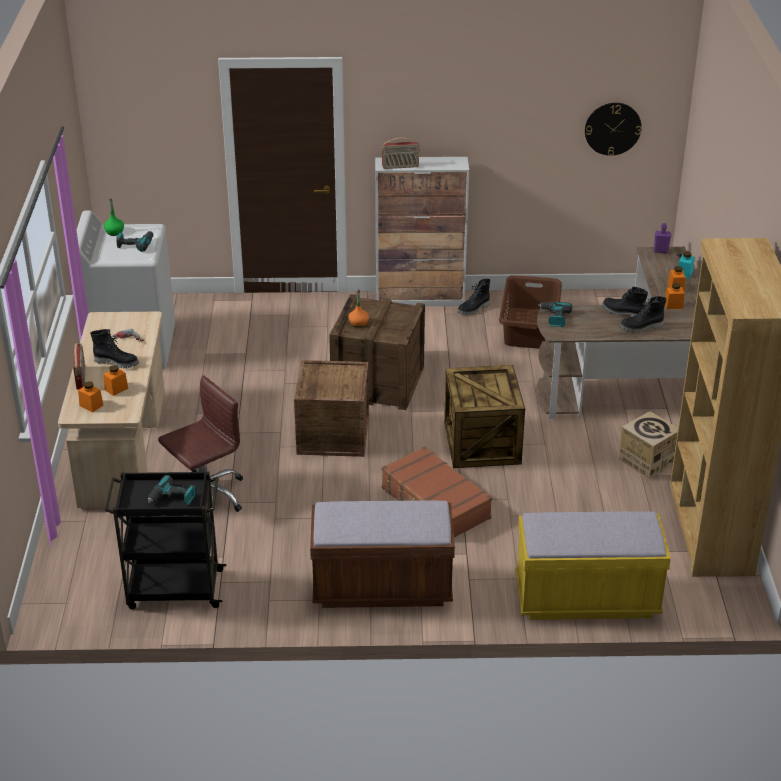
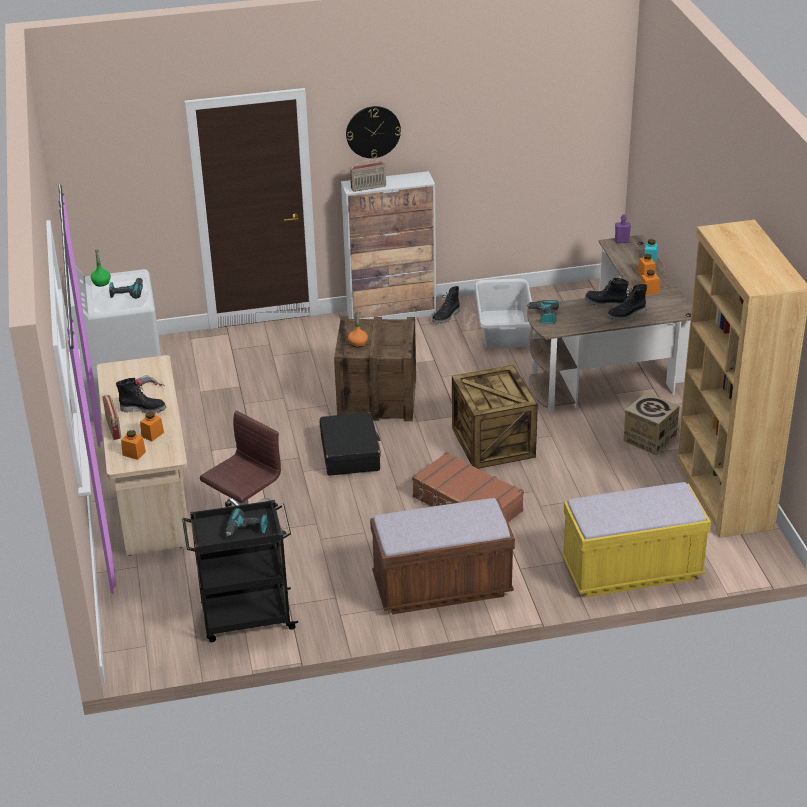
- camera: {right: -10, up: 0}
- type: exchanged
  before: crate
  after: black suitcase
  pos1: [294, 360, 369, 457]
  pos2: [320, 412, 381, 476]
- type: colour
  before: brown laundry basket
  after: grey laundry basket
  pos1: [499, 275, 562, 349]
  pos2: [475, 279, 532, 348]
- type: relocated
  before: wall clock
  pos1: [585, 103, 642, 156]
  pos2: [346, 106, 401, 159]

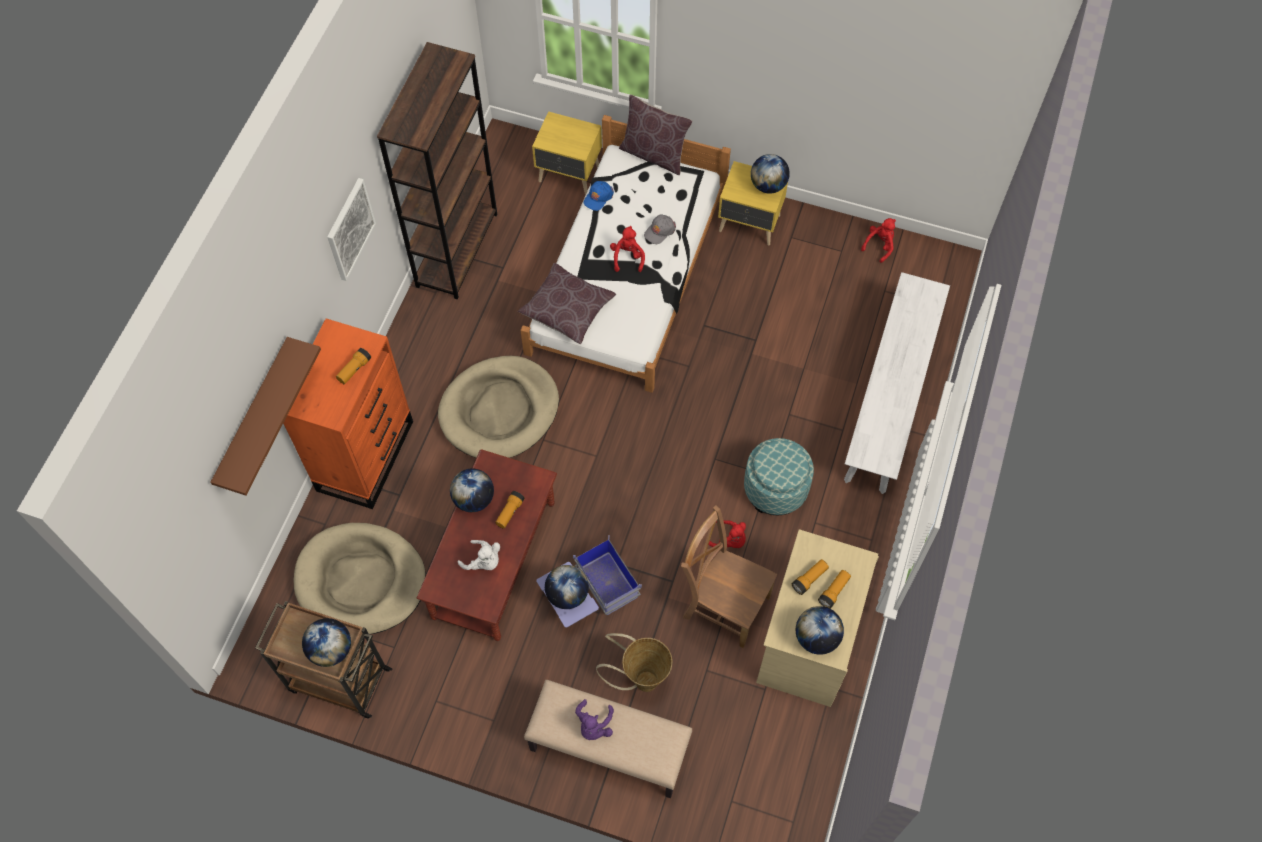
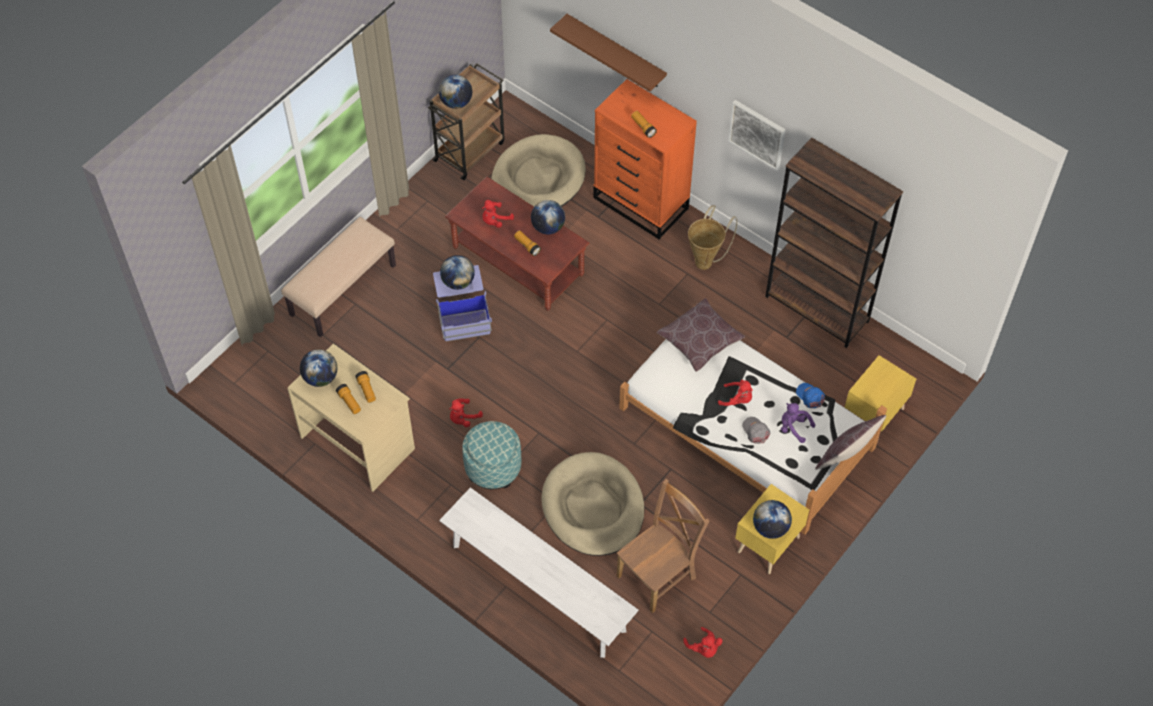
- camera: {right: 110, up: -5}
- type: relocated
  before: beige dog bed
  pos1: [438, 356, 559, 458]
  pos2: [542, 452, 644, 556]
- type: colour
  before: white plush toy
  after: red plush toy
  pos1: [458, 540, 500, 570]
  pos2: [482, 200, 514, 228]
- type: relocated
  before: purple plush toy
  pos1: [575, 699, 614, 740]
  pos2: [781, 403, 815, 443]
- type: relocated
  before: basket
  pos1: [596, 633, 672, 692]
  pos2: [688, 205, 737, 270]
- type: relocated
  before: brown chair
  pos1: [681, 505, 777, 648]
  pos2: [616, 479, 709, 613]

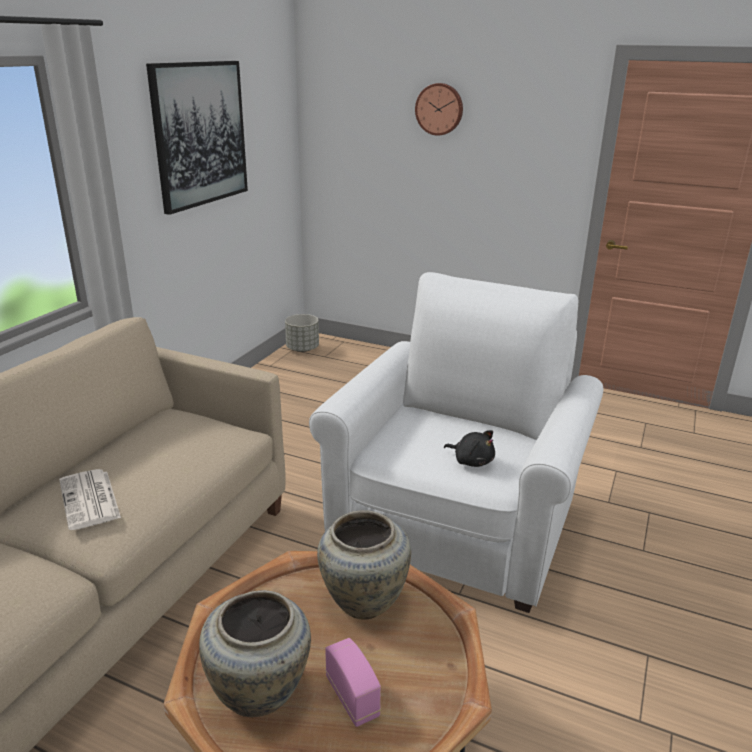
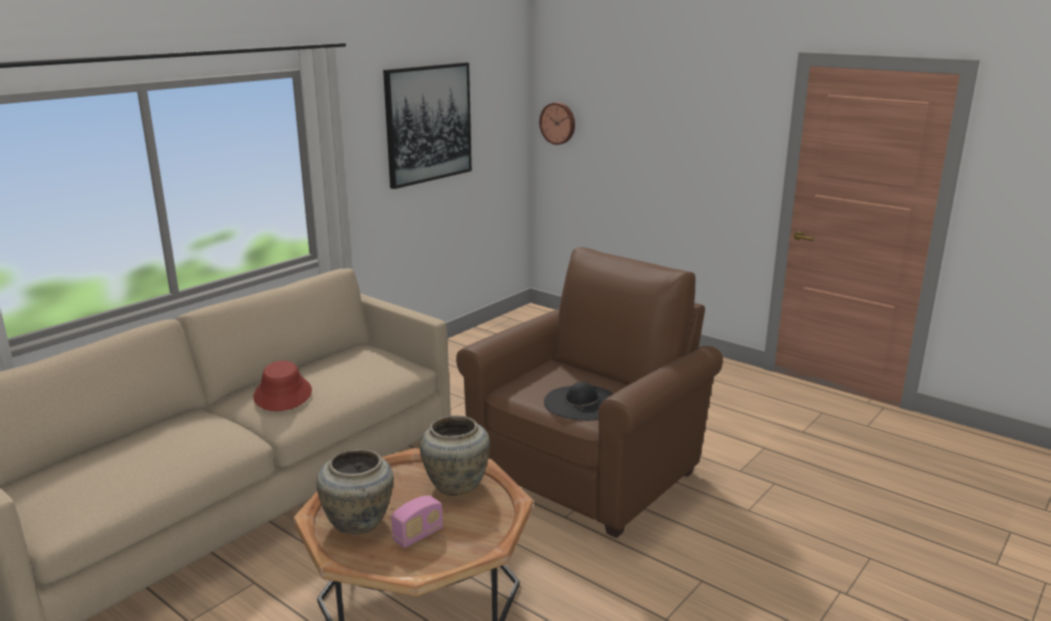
- camera: {right: 15, up: -5}
- type: exchanged
  before: newspaper
  after: red hat
  pos1: [59, 469, 121, 530]
  pos2: [253, 360, 312, 411]
- type: missing
  before: grey planter
  pos1: [285, 314, 319, 352]
- type: colour
  before: white armchair
  after: brown armchair
  pos1: [309, 272, 603, 613]
  pos2: [456, 247, 723, 538]
- type: spun
  before: radio
  pos1: [325, 638, 381, 727]
  pos2: [391, 495, 443, 548]
  turn: 60
- type: relocated
  before: wall clock
  pos1: [415, 83, 463, 136]
  pos2: [539, 102, 575, 145]
- type: exchanged
  before: black plush toy
  after: black hat
  pos1: [444, 430, 495, 467]
  pos2: [544, 382, 613, 421]

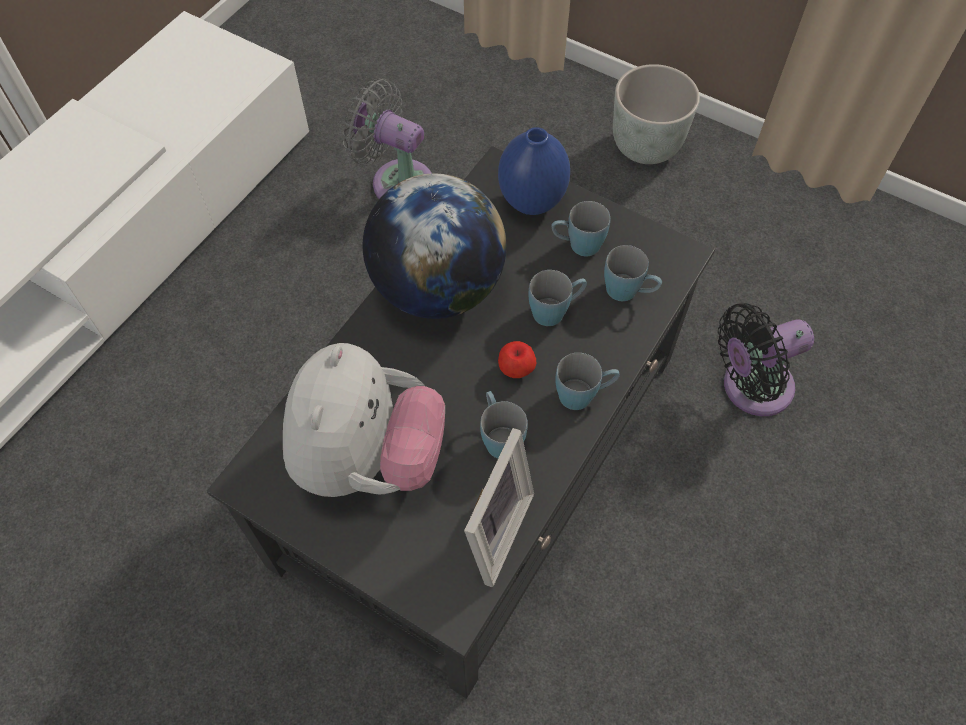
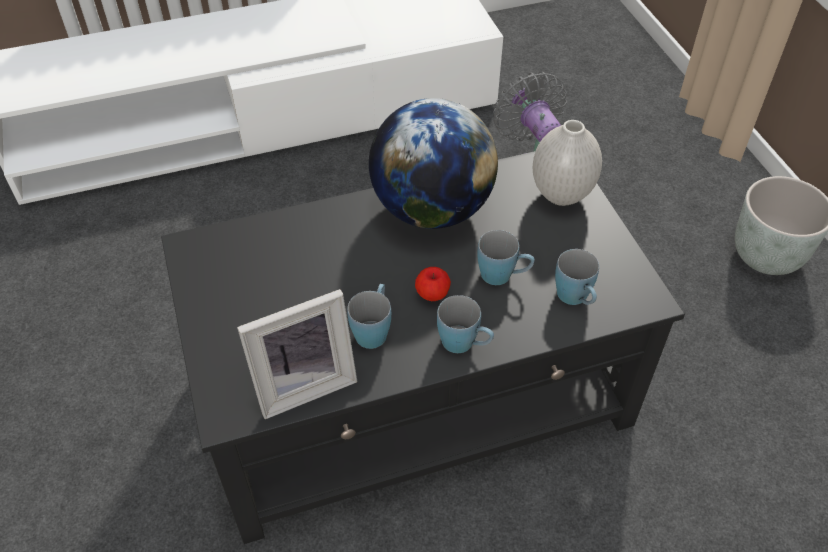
- camera: {right: 40, up: -10}
- type: missing
  before: plush toy
  pos1: [283, 343, 445, 497]
- type: colour
  before: blue vase
  after: white vase
  pos1: [498, 127, 570, 215]
  pos2: [533, 120, 602, 206]
- type: missing
  before: blue mug
  pos1: [551, 201, 610, 256]
- type: missing
  before: black fan
  pos1: [718, 303, 814, 416]

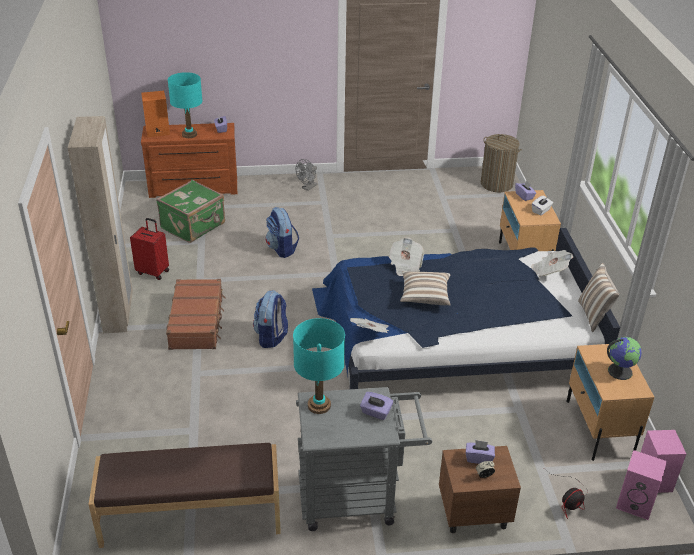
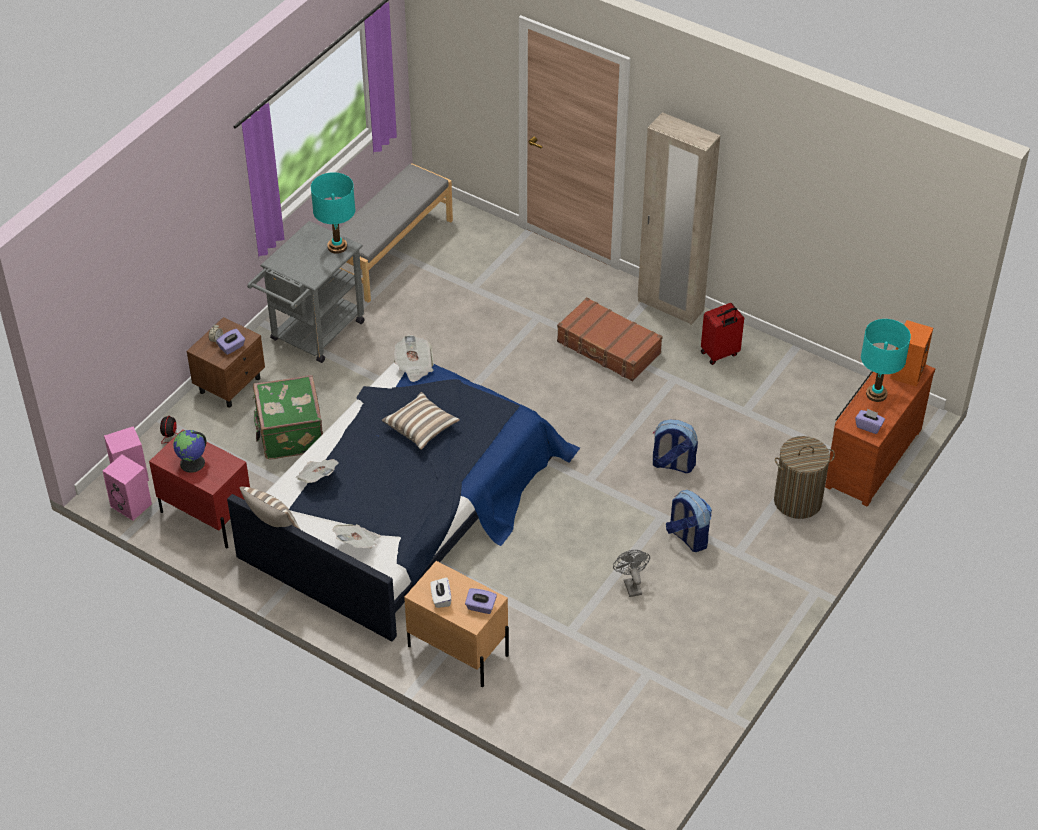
- camera: {right: 130, up: 10}
- type: colour
  before: brown bench
  after: grey bench
  pos1: [89, 443, 281, 548]
  pos2: [332, 163, 453, 303]
- type: relocated
  before: green suitcase
  pos1: [156, 180, 225, 243]
  pos2: [252, 375, 323, 459]
- type: relocated
  before: backpack
  pos1: [253, 290, 288, 348]
  pos2: [666, 490, 712, 552]
- type: relocated
  before: grey fan
  pos1: [296, 159, 317, 191]
  pos2: [613, 550, 650, 597]
- type: missing
  before: purple tissue box
  pos1: [360, 392, 393, 420]
- type: relocated
  before: newspaper
  pos1: [388, 237, 424, 276]
  pos2: [295, 459, 339, 483]
- type: relocated
  before: laundry basket
  pos1: [481, 134, 522, 192]
  pos2: [774, 436, 835, 519]
- type: colour
  before: beige nightstand
  after: red nightstand
  pos1: [566, 344, 654, 461]
  pos2: [149, 429, 250, 548]

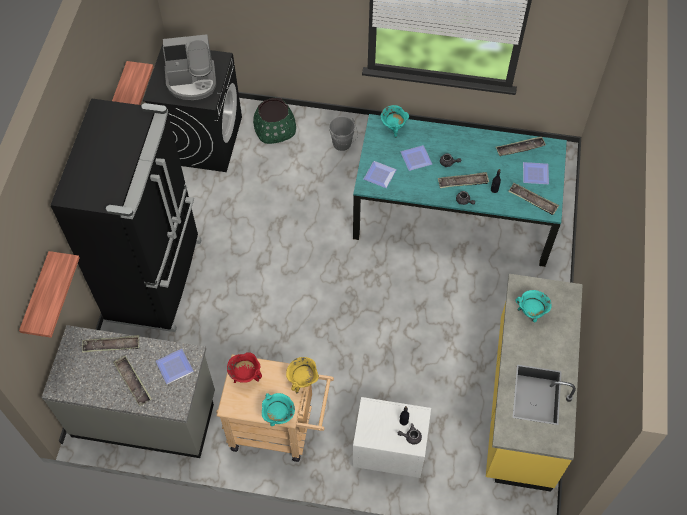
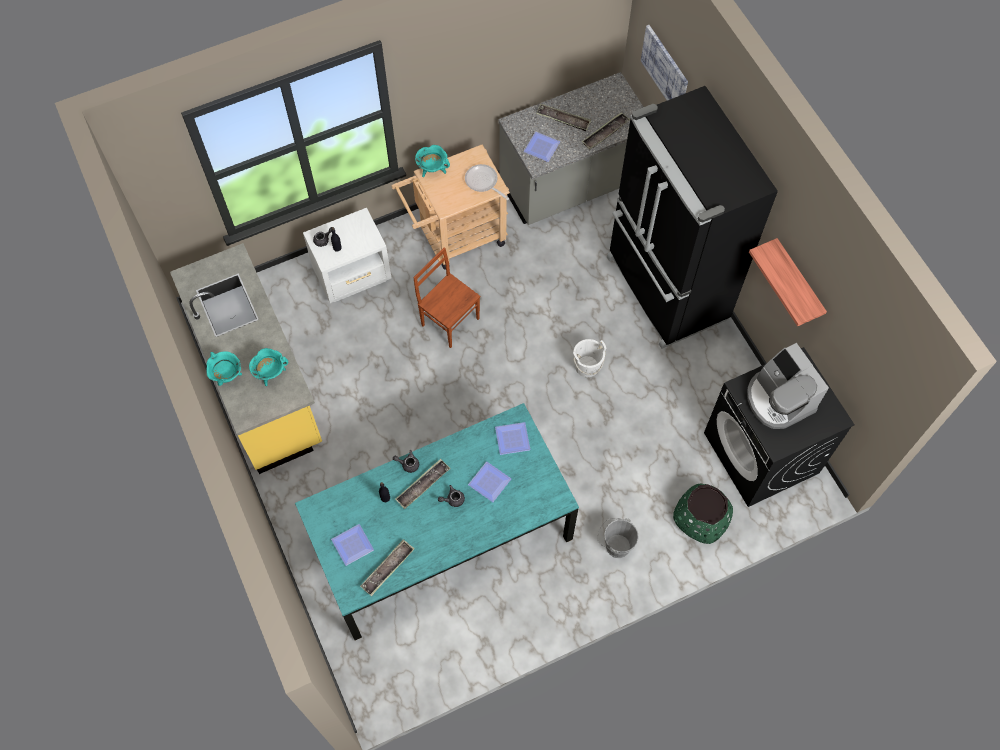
- camera: {right: 145, up: 5}
- type: exchanged
  before: shelf
  after: picture
  pos1: [19, 251, 80, 338]
  pos2: [641, 25, 688, 100]
- type: spun
  before: coffee machine
  pos1: [163, 34, 216, 100]
  pos2: [747, 343, 829, 429]
  turn: -75
- type: exchanged
  before: red cooking pot
  after: frying pan
  pos1: [227, 352, 262, 383]
  pos2: [465, 164, 509, 200]
- type: missing
  before: yellow cooking pot
  pos1: [286, 357, 319, 393]
- type: relocated
  before: turquoise cooking pot
  pos1: [381, 105, 409, 138]
  pos2: [206, 351, 242, 386]
- type: missing
  before: tray
  pos1: [508, 183, 559, 215]
- type: appeared
  after: brown chair
  pos2: [413, 247, 480, 348]
- type: appeared
  after: white bucket
  pos2: [573, 339, 606, 377]

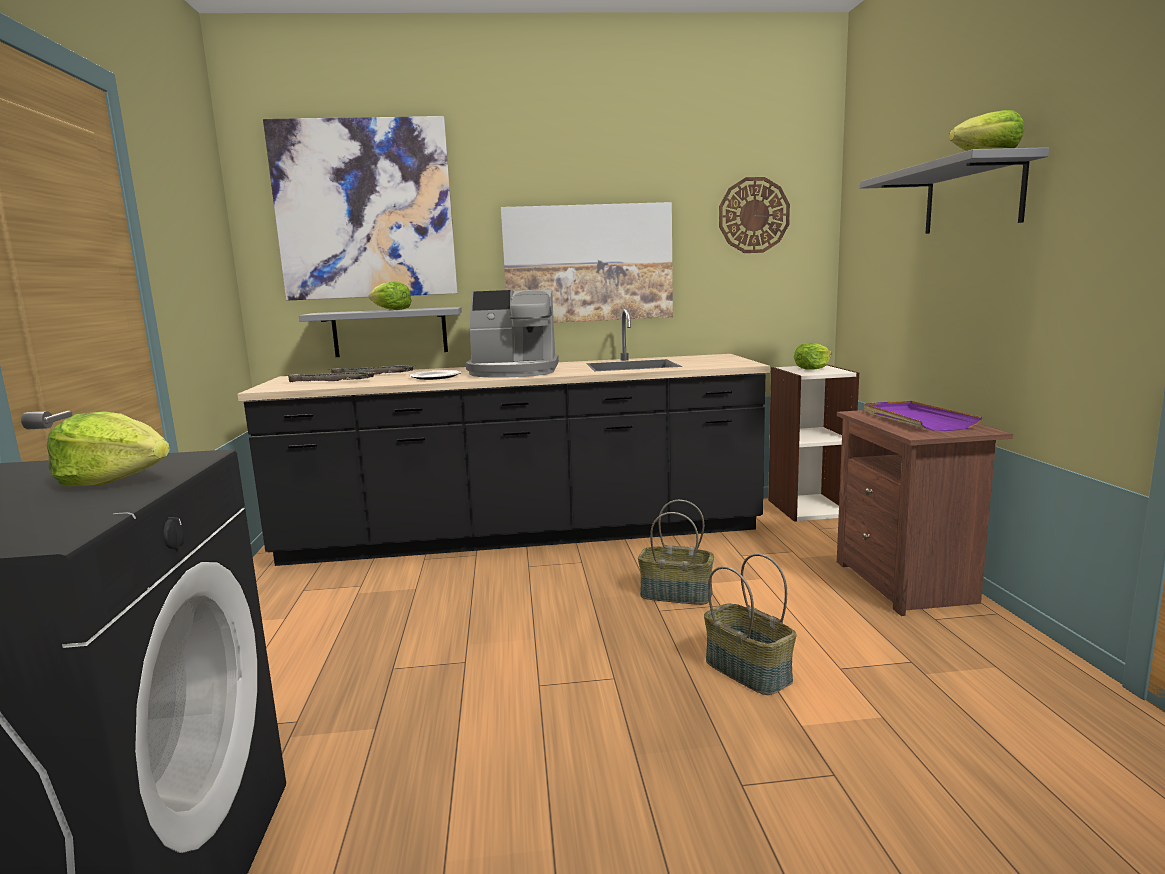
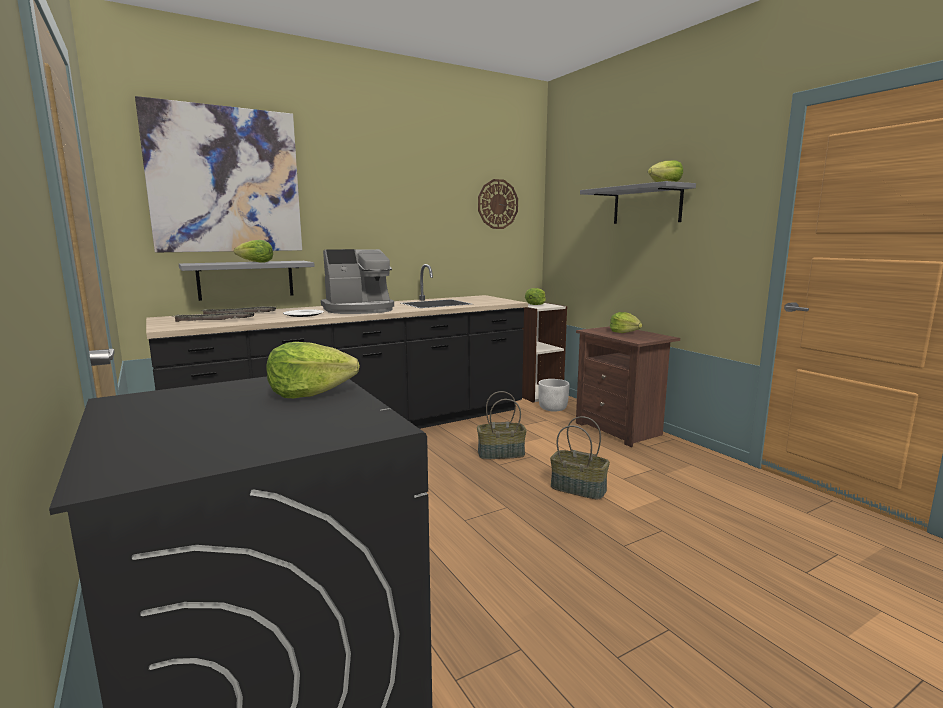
- camera: {right: -25, up: 0}
- type: missing
  before: picture
  pos1: [501, 202, 673, 323]
- type: exchanged
  before: purple tray
  after: lettuce
  pos1: [864, 401, 983, 431]
  pos2: [610, 312, 642, 333]
- type: appeared
  after: white planter
  pos2: [538, 379, 570, 411]

